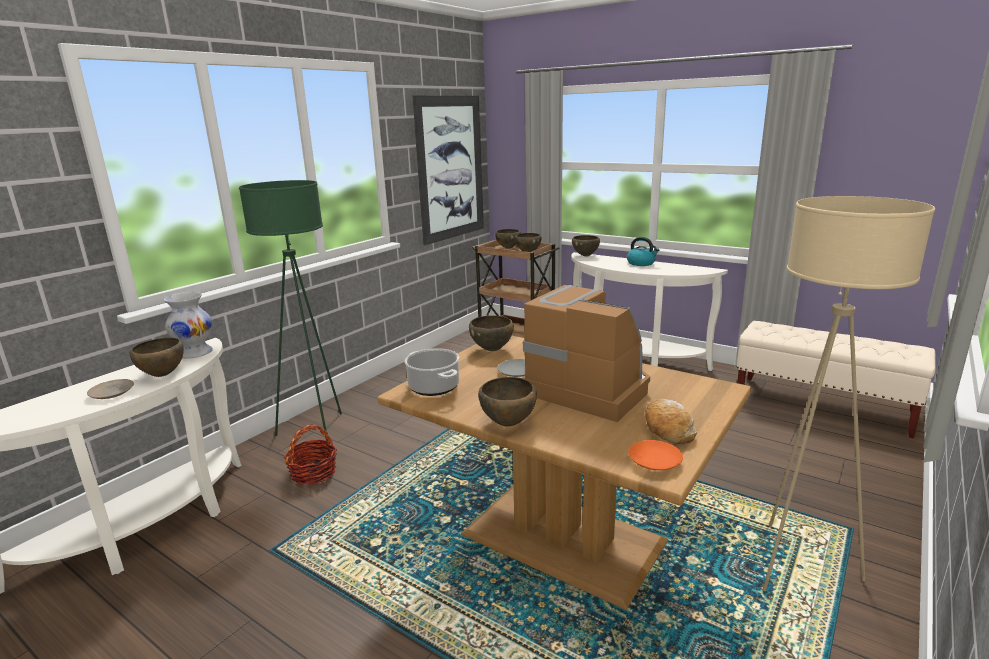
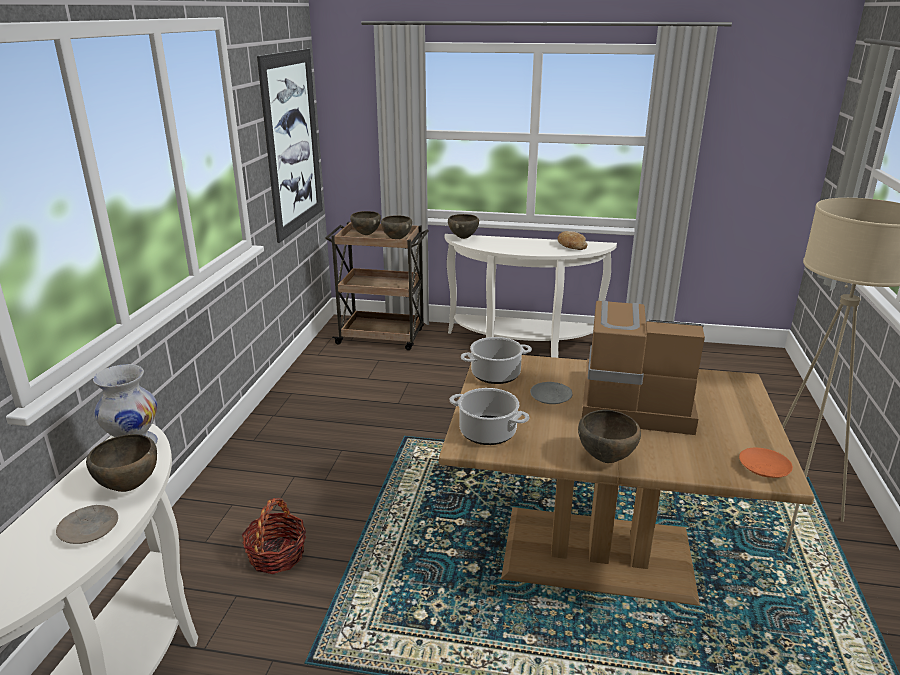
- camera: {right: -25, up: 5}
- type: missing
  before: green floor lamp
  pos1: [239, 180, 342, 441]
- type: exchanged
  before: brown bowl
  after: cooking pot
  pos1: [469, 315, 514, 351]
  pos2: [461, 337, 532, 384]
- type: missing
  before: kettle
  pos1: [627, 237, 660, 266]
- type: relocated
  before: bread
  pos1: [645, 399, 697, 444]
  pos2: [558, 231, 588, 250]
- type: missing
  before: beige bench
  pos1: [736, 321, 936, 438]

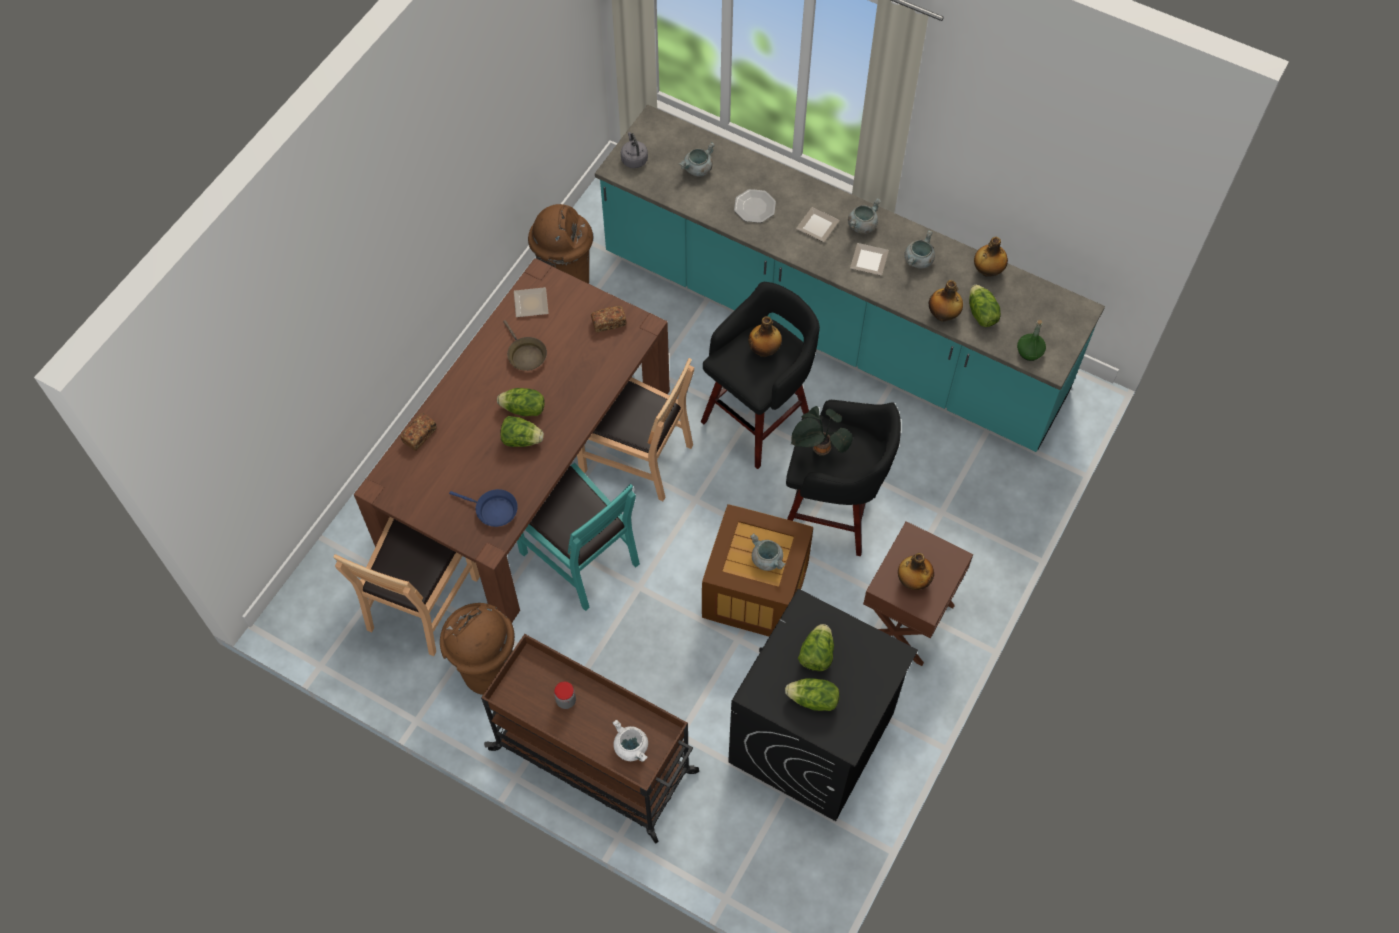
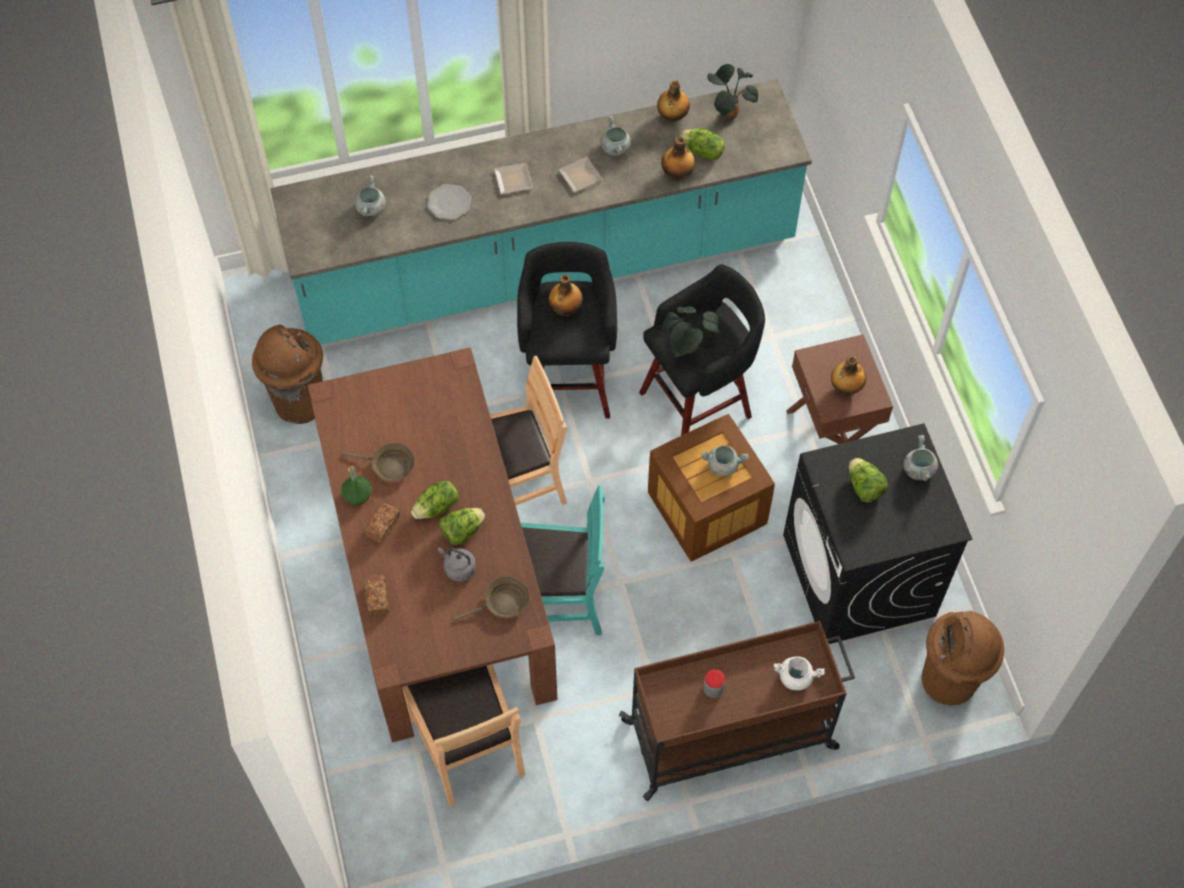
- camera: {right: -45, up: 0}
- type: relocated
  before: brown trash can
  pos1: [440, 603, 515, 695]
  pos2: [922, 611, 1004, 705]
- type: colour
  before: blue frying pan
  after: brown frying pan
  pos1: [449, 489, 518, 527]
  pos2: [454, 576, 530, 620]
- type: missing
  before: plate
  pos1: [514, 287, 549, 317]
- type: relocated
  before: bread
  pos1: [591, 306, 626, 333]
  pos2: [365, 503, 400, 543]
- type: relocated
  before: grey kettle
  pos1: [621, 132, 648, 168]
  pos2: [438, 548, 476, 581]
- type: missing
  before: lettuce
  pos1: [785, 678, 839, 711]
- type: relocated
  before: grey cooking pot
  pos1: [848, 198, 881, 234]
  pos2: [904, 435, 938, 481]
- type: relocated
  before: green bottle
  pos1: [1017, 320, 1046, 361]
  pos2: [341, 466, 372, 505]
- type: appeared
  after: potted plant
  pos2: [707, 64, 758, 120]

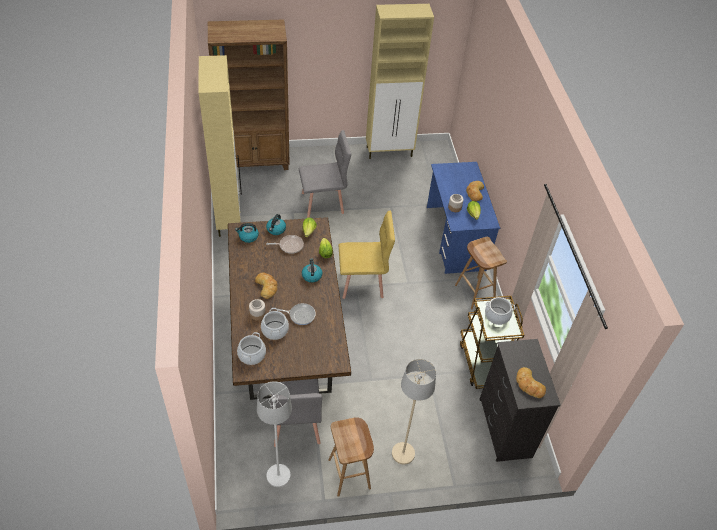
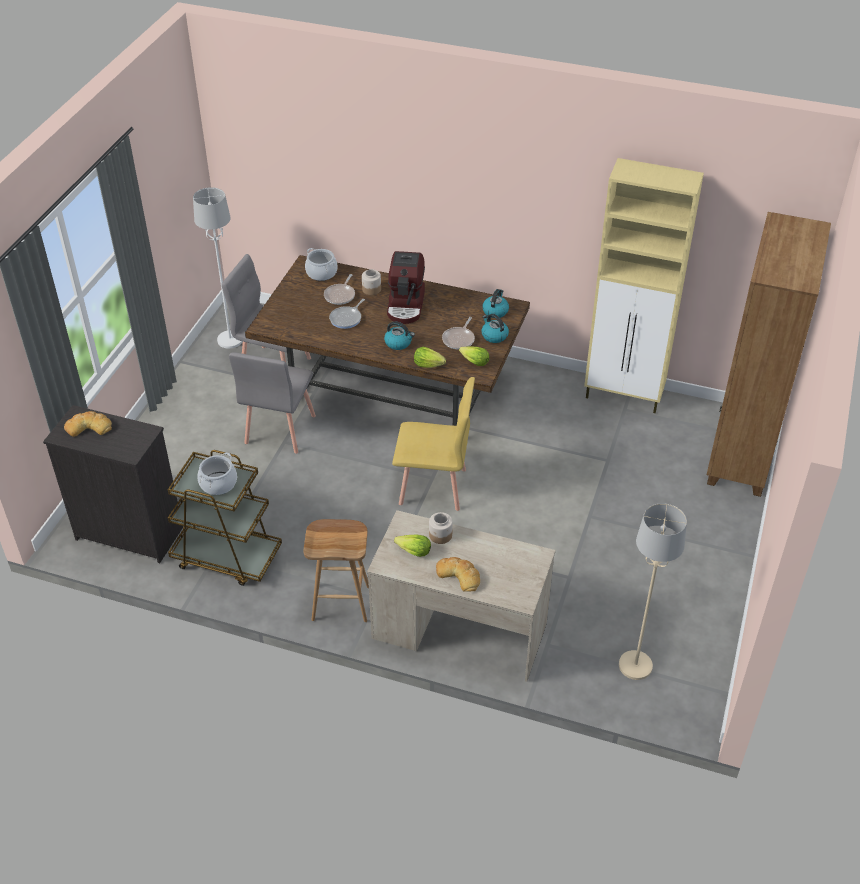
- camera: {right: 120, up: -5}
- type: exchanged
  before: bread
  after: coffee machine
  pos1: [255, 273, 278, 299]
  pos2: [387, 251, 425, 324]
- type: exchanged
  before: cooking pot
  after: frying pan
  pos1: [261, 308, 289, 340]
  pos2: [324, 274, 355, 305]
- type: relocated
  before: grey chair
  pos1: [299, 130, 351, 218]
  pos2: [229, 352, 316, 454]
- type: missing
  before: brown stool
  pos1: [328, 417, 374, 497]
- type: spun
  before: yellow chair
  pos1: [338, 211, 395, 299]
  pos2: [392, 377, 475, 511]
  turn: -105
- type: missing
  before: beige cabinet
  pos1: [366, 4, 434, 159]
- type: relocated
  before: beige floor lamp
  pos1: [392, 359, 436, 464]
  pos2: [619, 503, 687, 680]
- type: colour
  before: blue desk
  after: beige desk
  pos1: [427, 162, 500, 274]
  pos2: [367, 510, 556, 682]

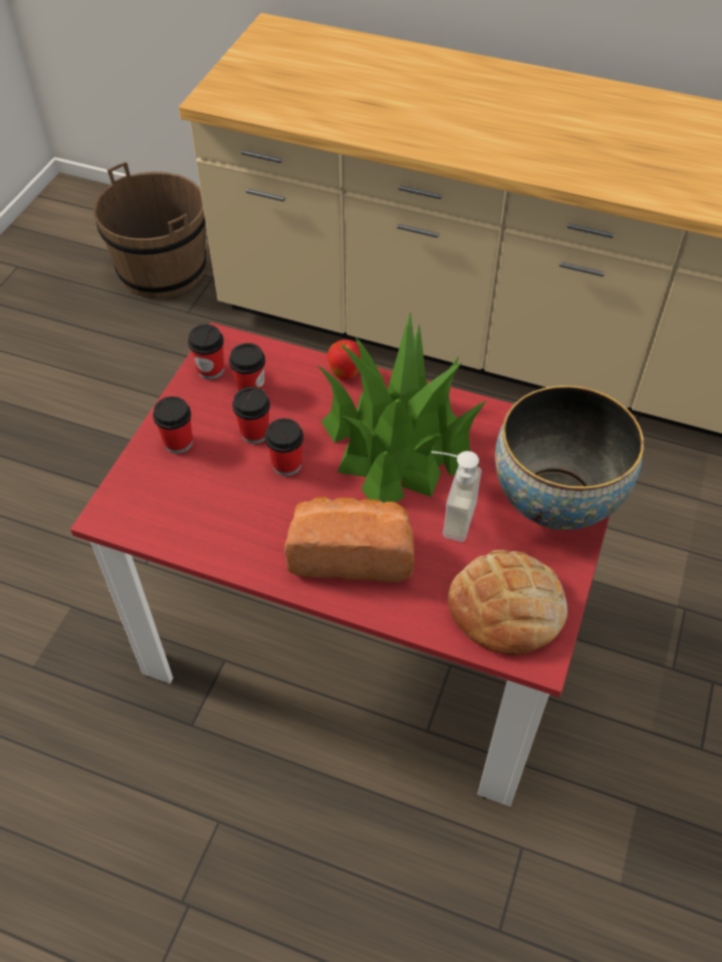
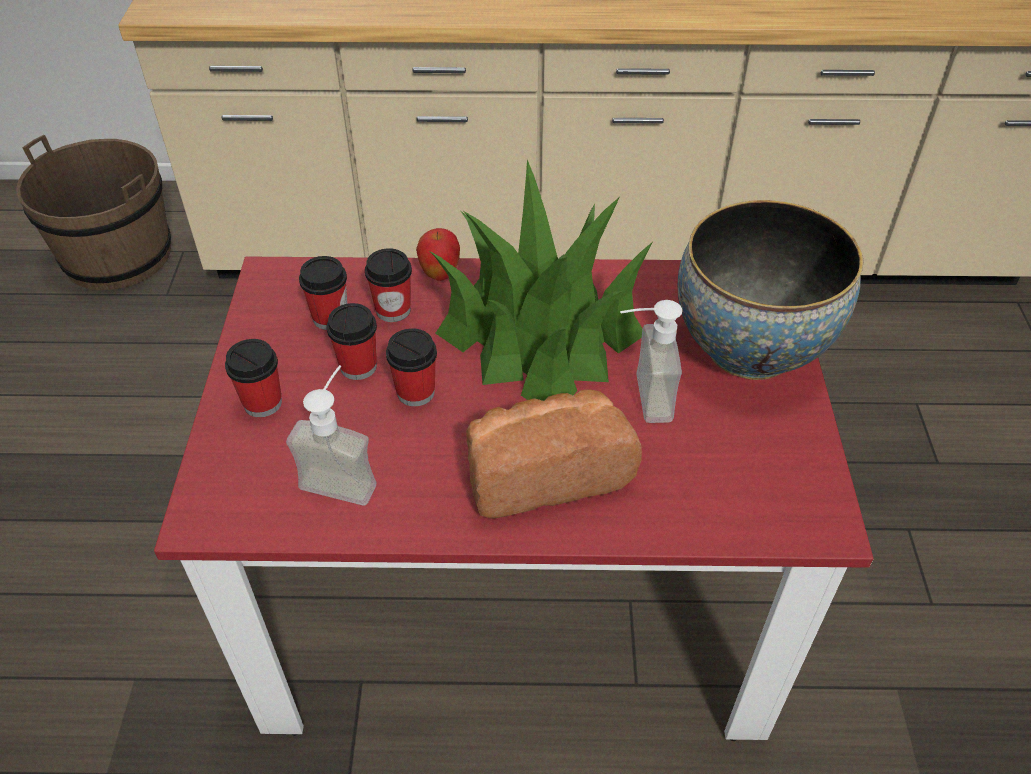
- camera: {right: -20, up: -5}
- type: relocated
  before: cup
  pos1: [188, 324, 224, 380]
  pos2: [365, 248, 412, 322]
- type: missing
  before: bread
  pos1: [448, 550, 568, 655]
- type: appeared
  after: soap dispenser
  pos2: [286, 365, 376, 506]

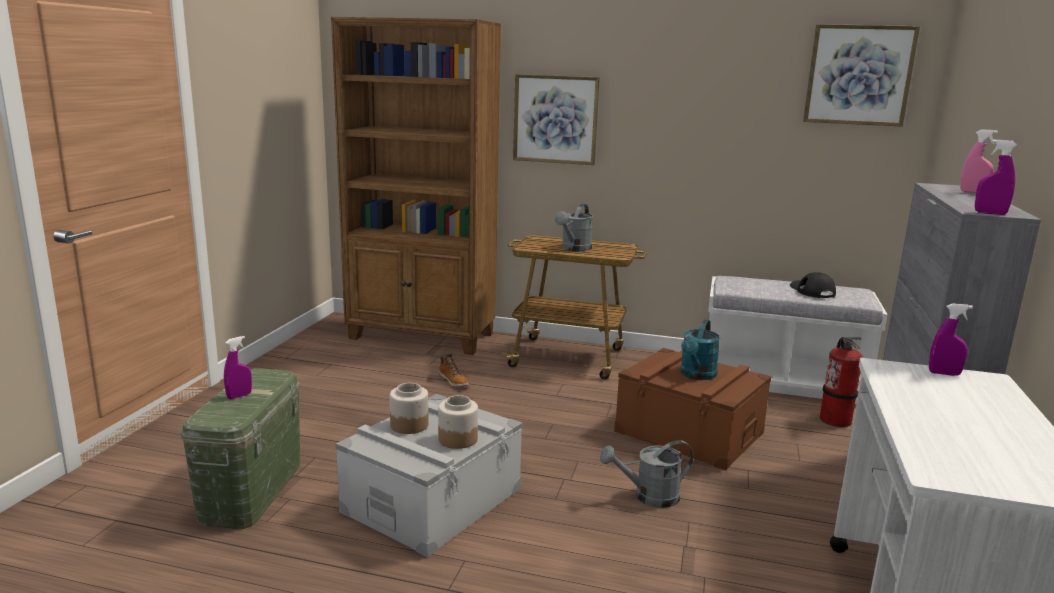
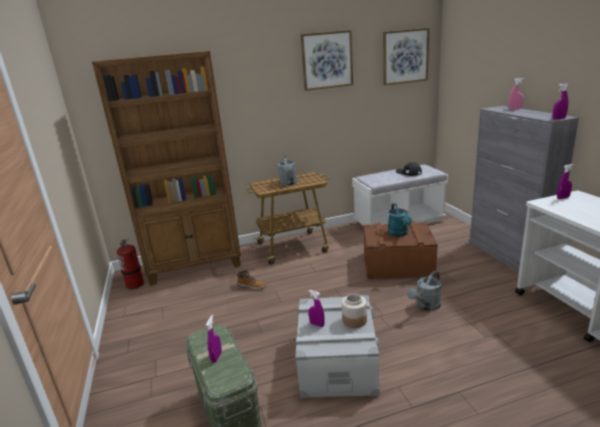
- camera: {right: -30, up: 5}
- type: exchanged
  before: jar
  after: purple spray bottle
  pos1: [390, 383, 429, 434]
  pos2: [308, 290, 325, 327]
- type: relocated
  before: picture
  pos1: [513, 74, 600, 165]
  pos2: [300, 30, 353, 91]
- type: relocated
  before: fire extinguisher
  pos1: [820, 337, 863, 427]
  pos2: [117, 239, 144, 289]

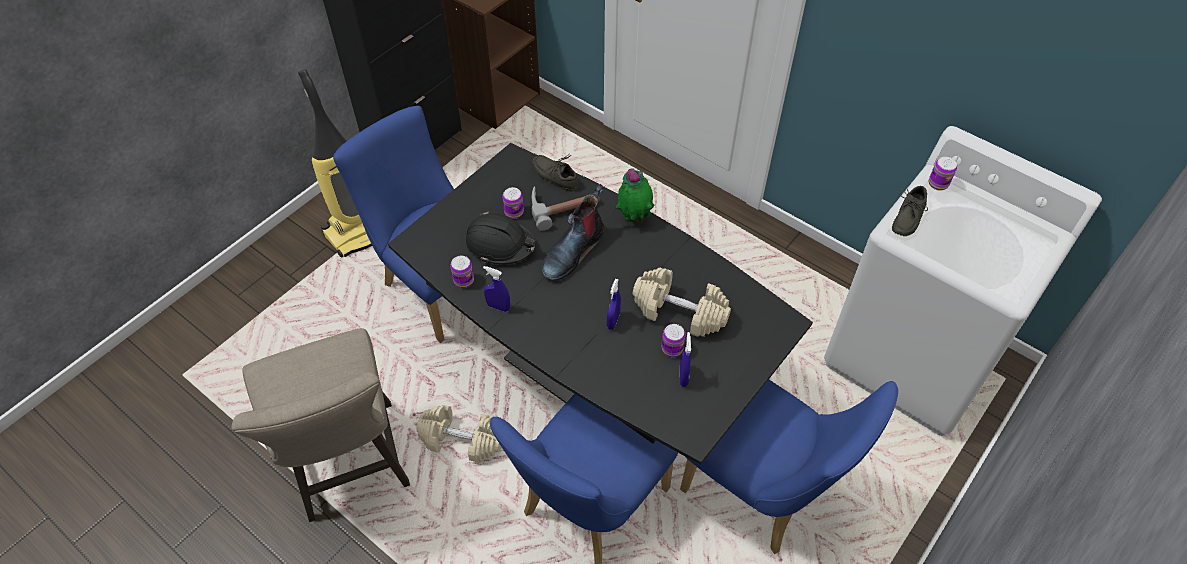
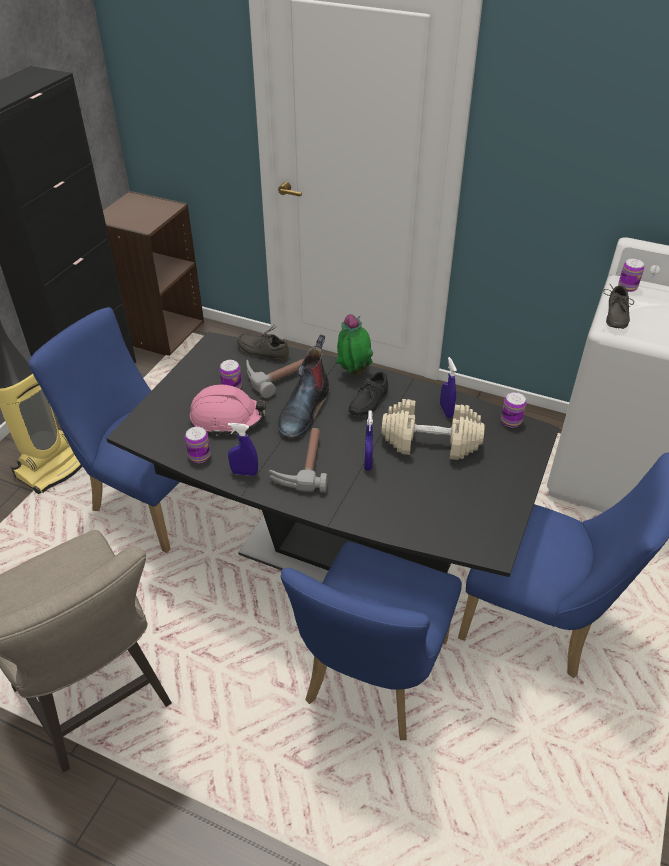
- camera: {right: -15, up: -10}
- type: missing
  before: beige dumbbell
  pos1: [416, 405, 501, 462]
- type: colour
  before: black hard hat
  after: pink hard hat
  pos1: [465, 211, 536, 265]
  pos2: [190, 385, 267, 436]
- type: relocated
  before: can
  pos1: [662, 324, 685, 357]
  pos2: [501, 392, 527, 427]
- type: relocated
  before: blue spray bottle
  pos1: [680, 332, 691, 387]
  pos2: [440, 357, 457, 418]
- type: appeared
  after: hammer
  pos2: [269, 428, 327, 493]
- type: appeared
  after: black shoe
  pos2: [348, 369, 388, 416]

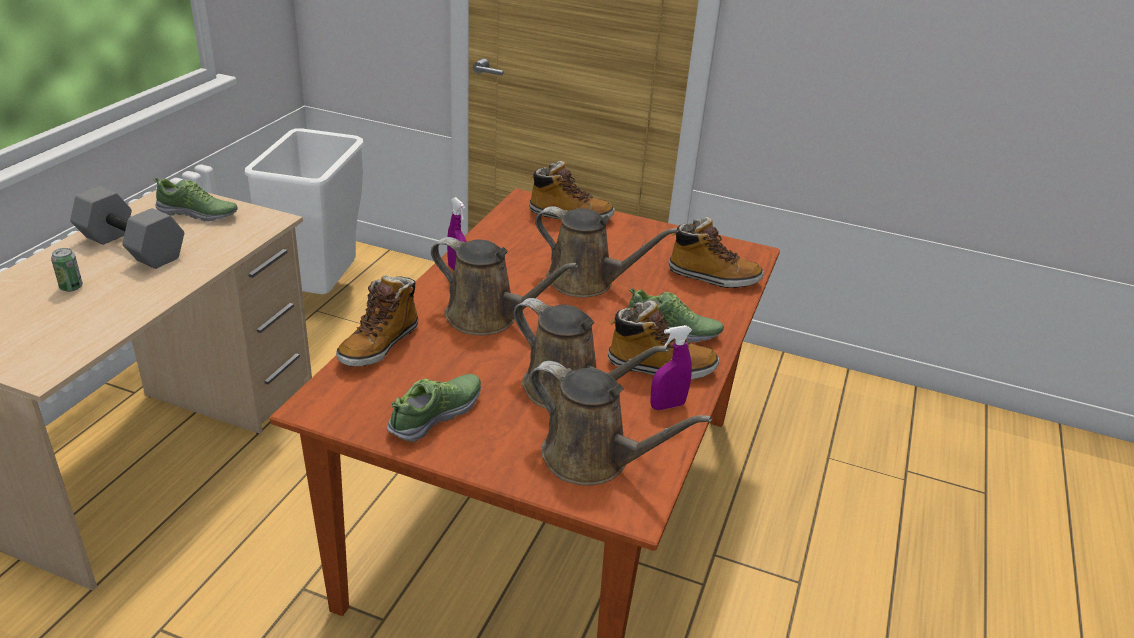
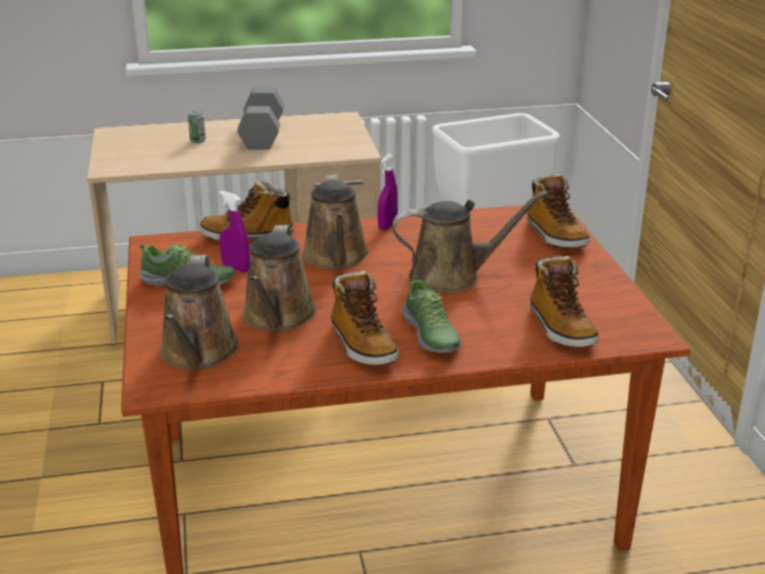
- camera: {right: 60, up: -5}
- type: missing
  before: shoe
  pos1: [153, 177, 238, 221]
- type: spun
  before: brown watering can
  pos1: [535, 206, 679, 298]
  pos2: [392, 191, 548, 293]
  turn: -90
- type: relocated
  before: purple spray bottle
  pos1: [650, 325, 692, 410]
  pos2: [219, 191, 250, 273]

